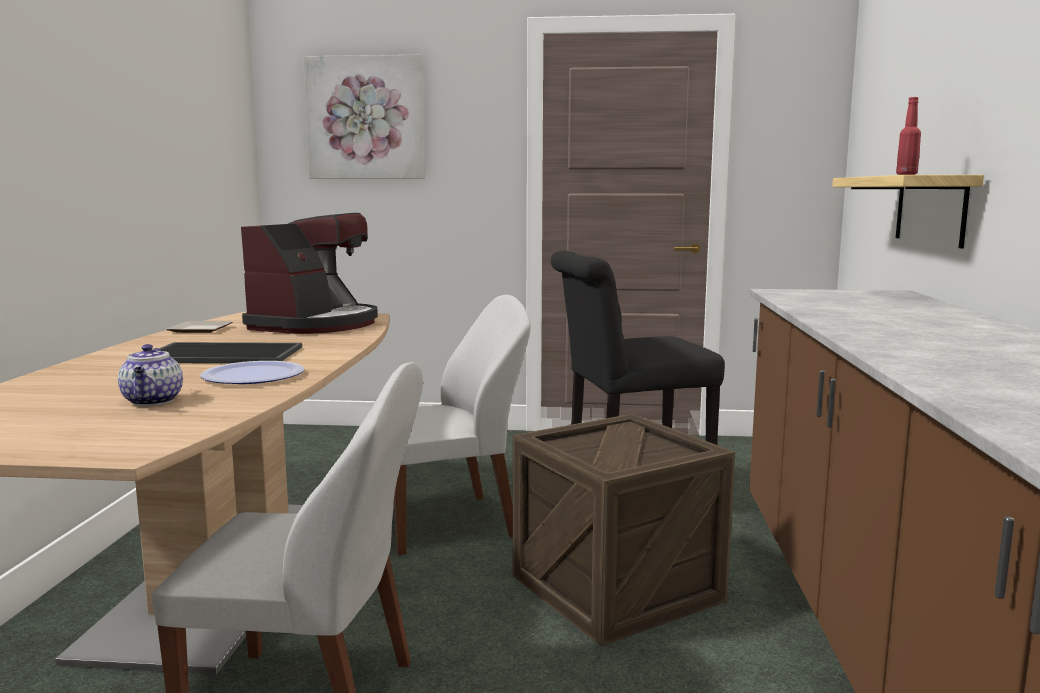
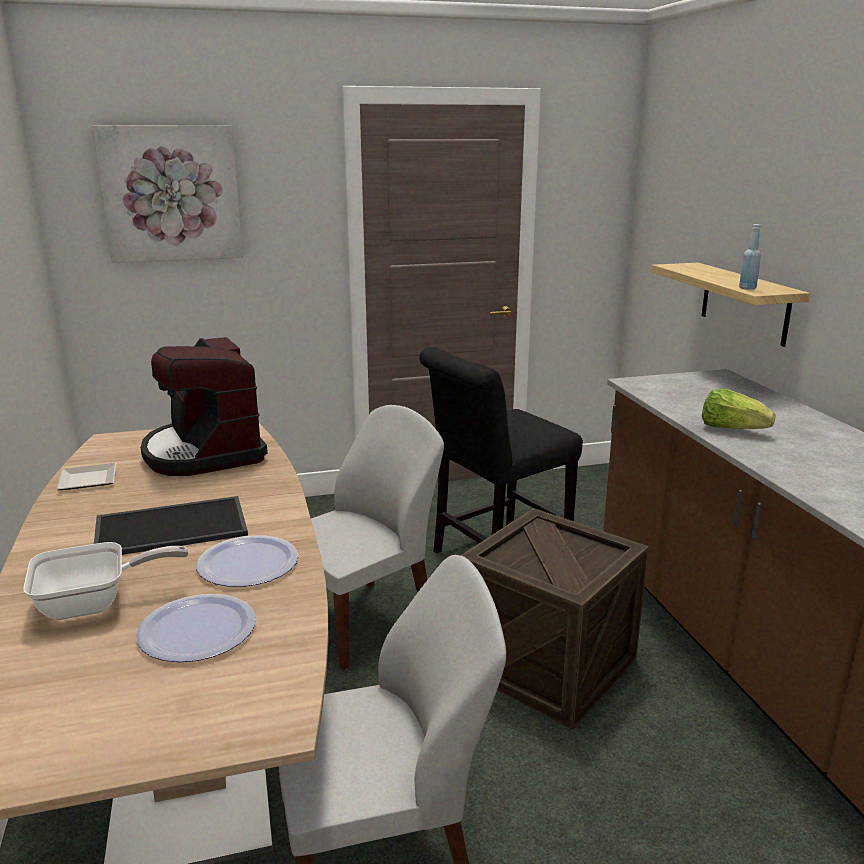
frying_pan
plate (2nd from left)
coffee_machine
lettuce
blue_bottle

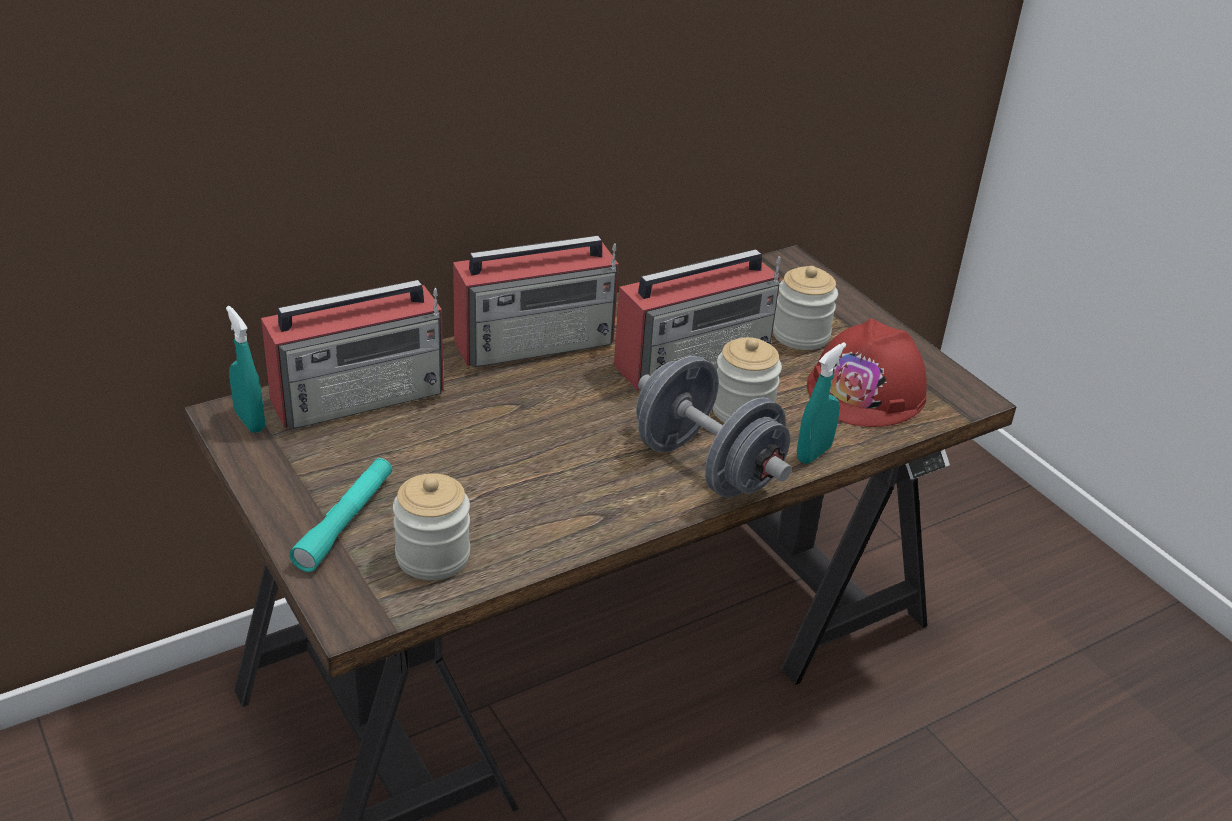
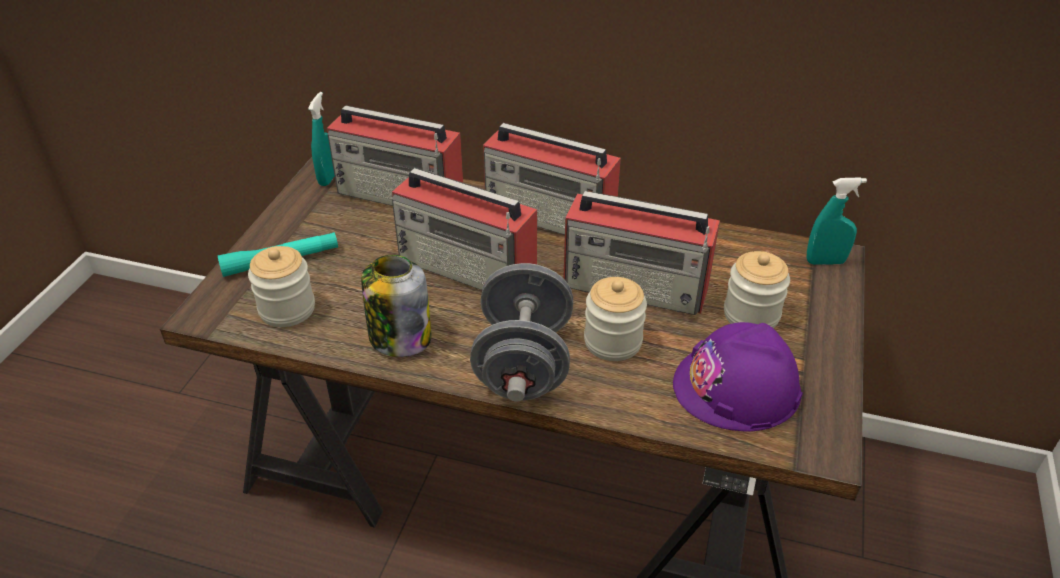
jar (2nd from left)
radio (2nd from left)
purple_hard_hat
turquoise_spray_bottle (2nd from left)

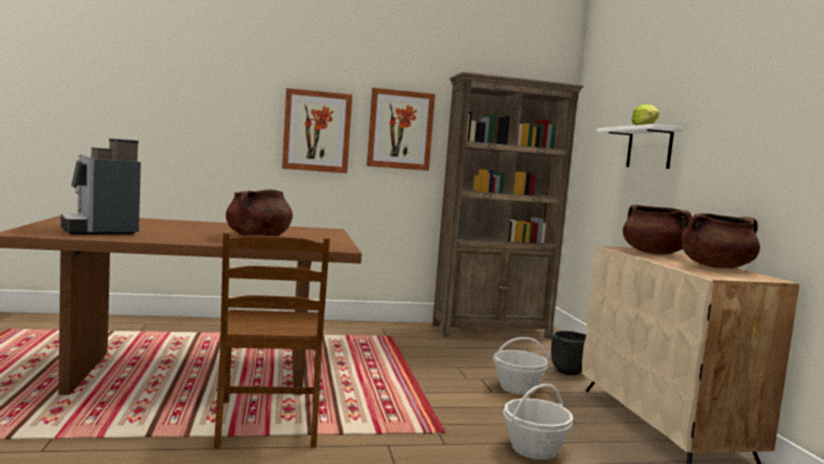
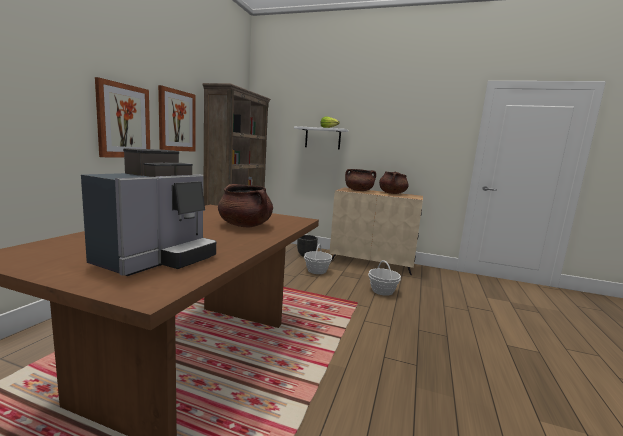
coffee_machine
brown_chair

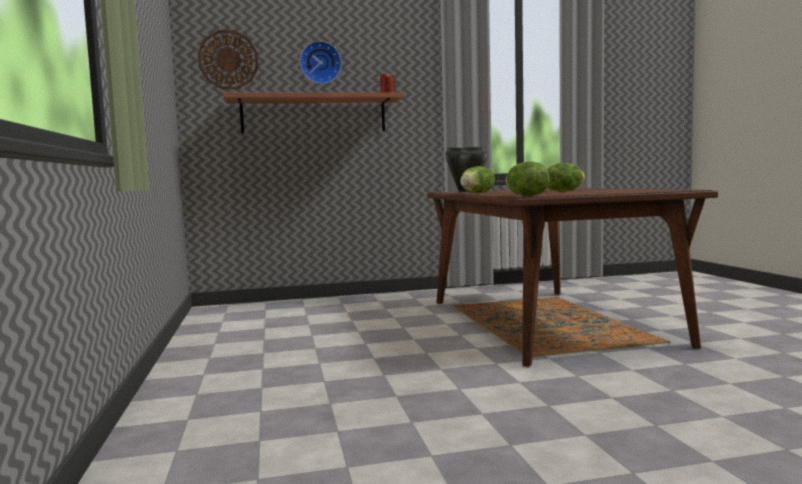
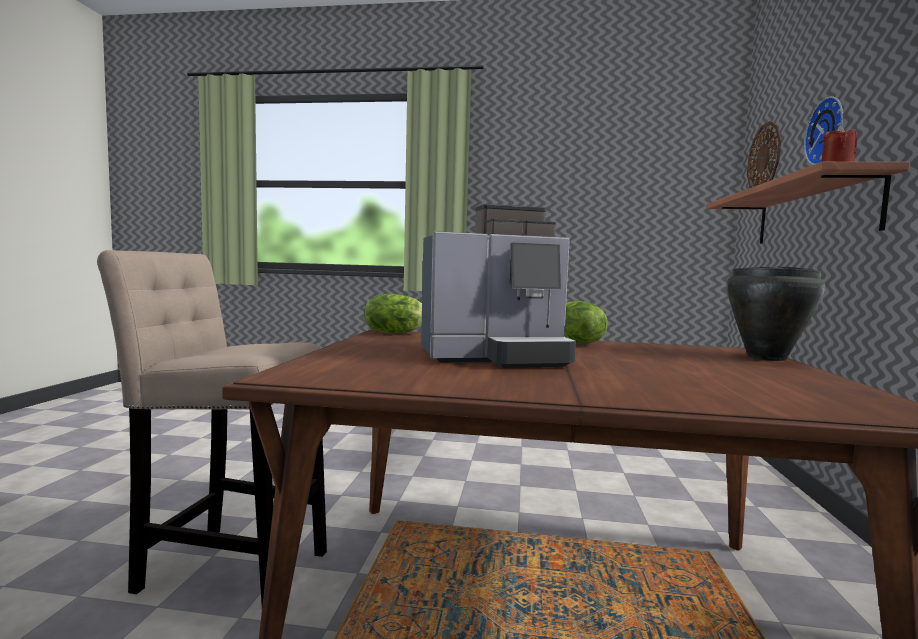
beige_stool
coffee_machine

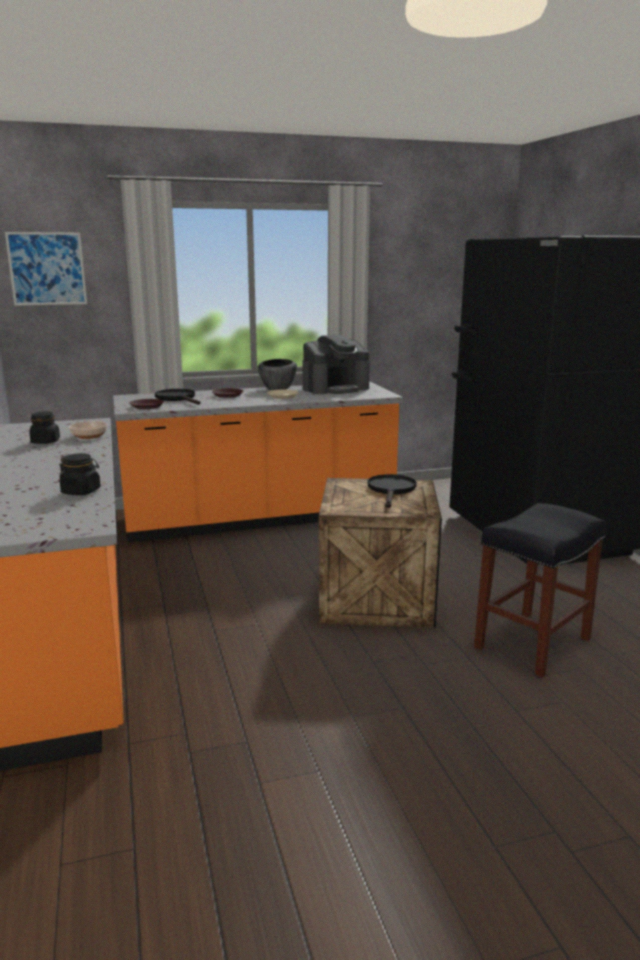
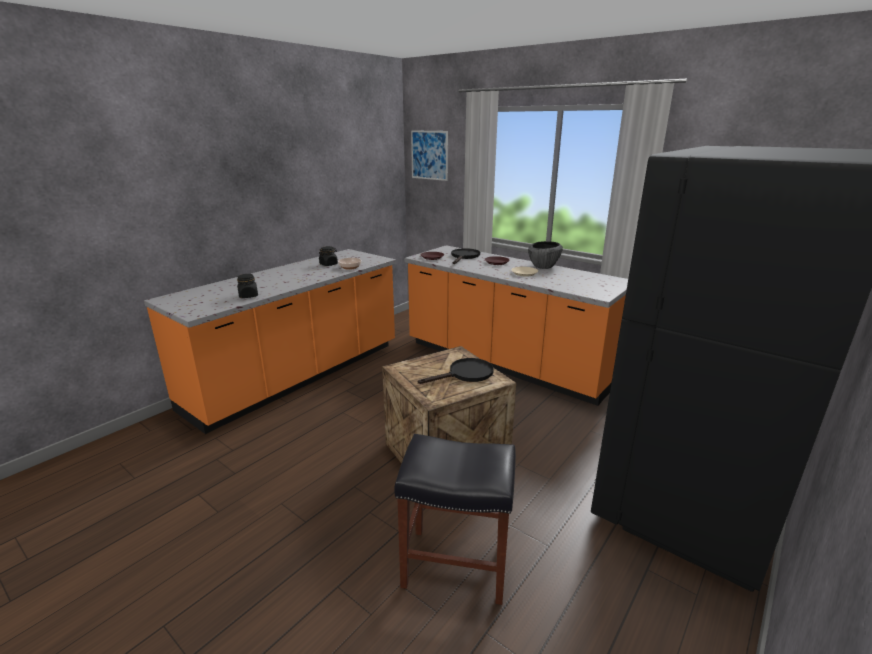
coffee_machine

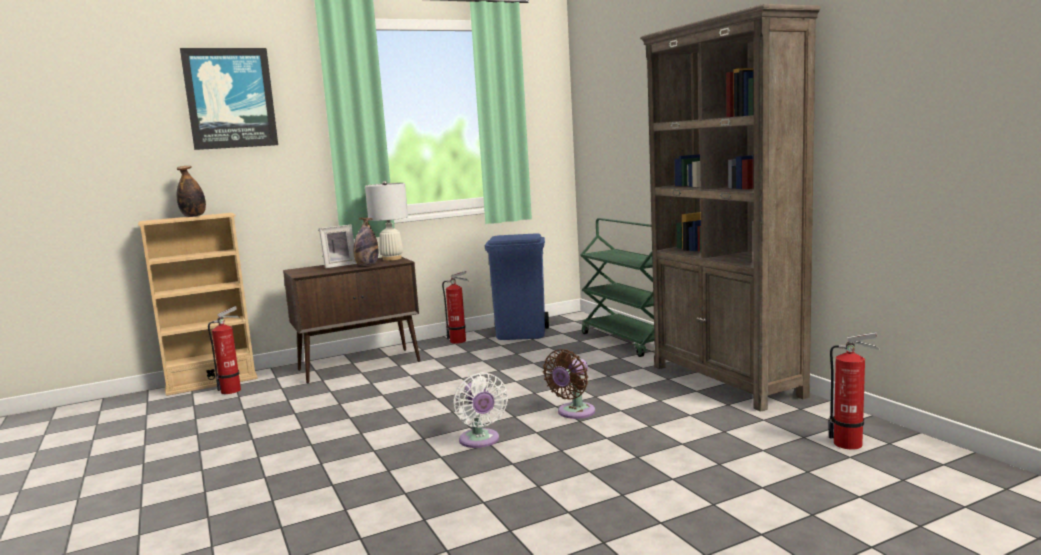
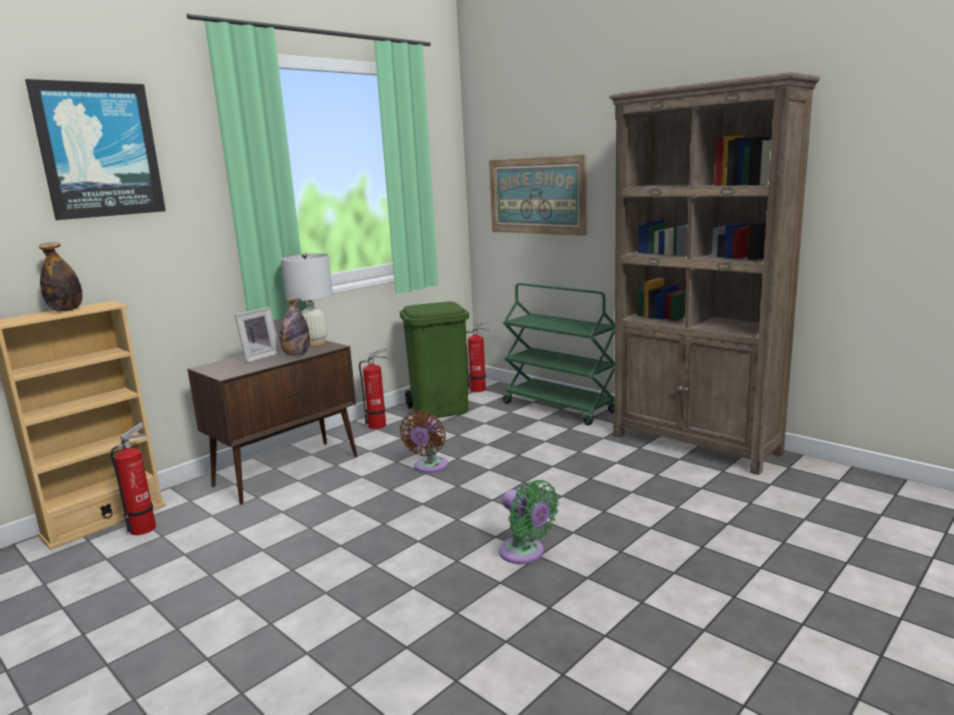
green_trash_can
brown_fan
fire_extinguisher (3rd from left)
picture (2nd from left)
green_fan

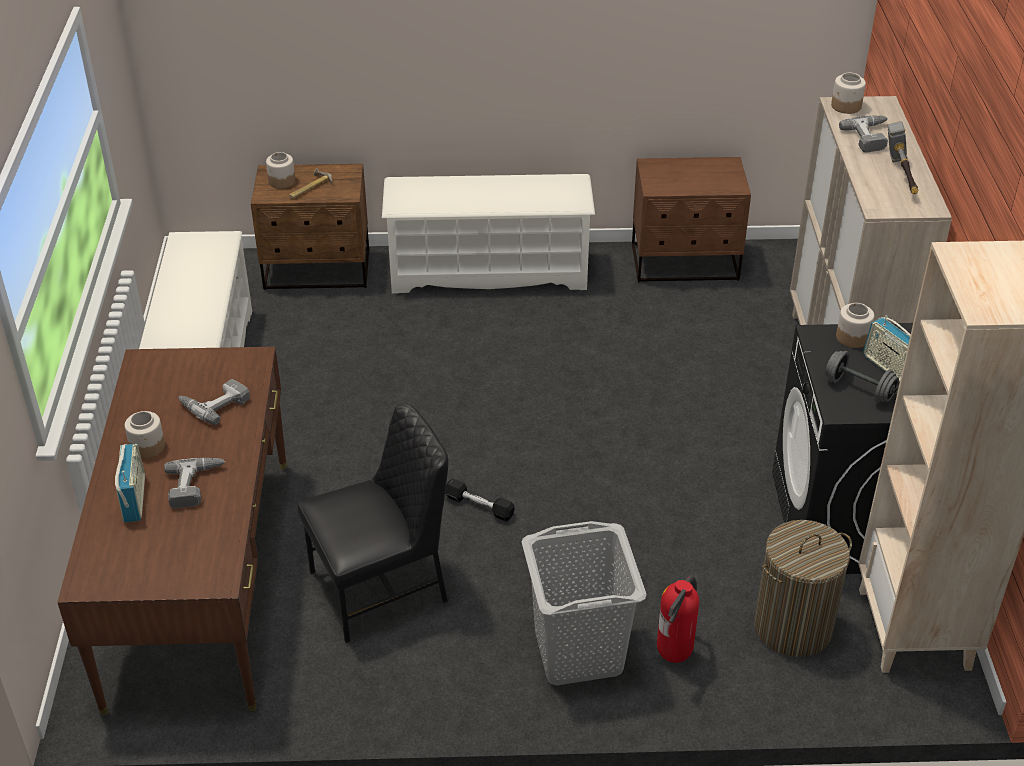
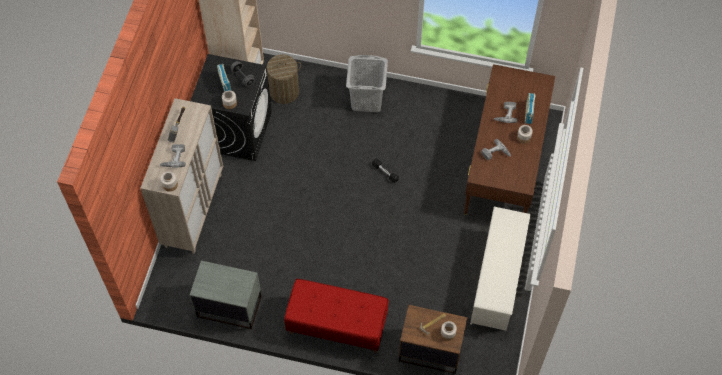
grey_nightstand
red_bench
black_chair
fire_extinguisher

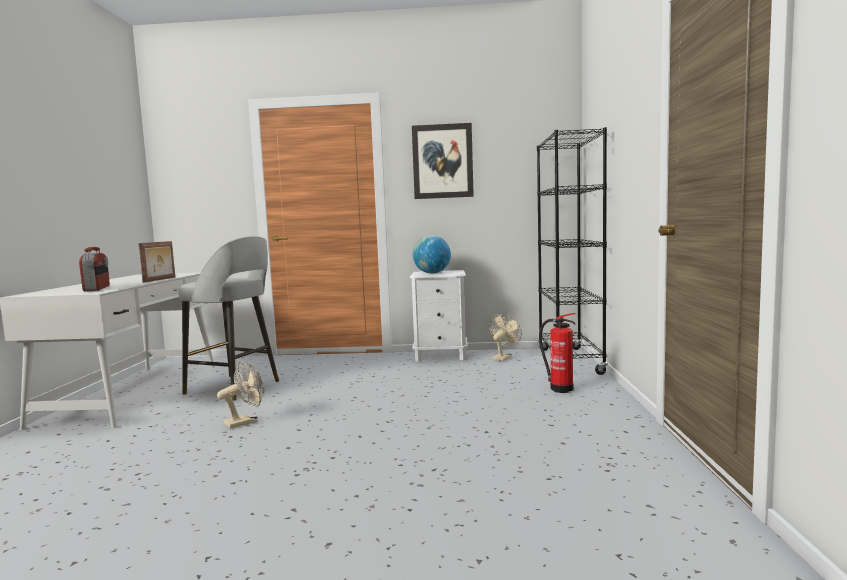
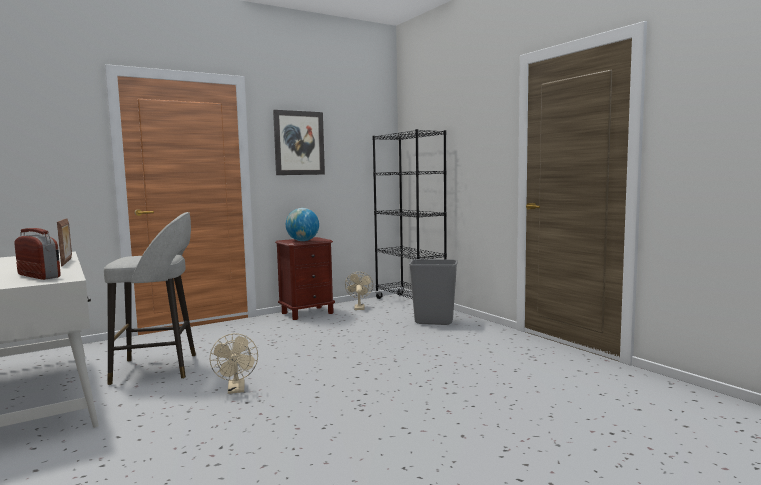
beige_fan (1st from left)
brown_nightstand
grey_trash_can

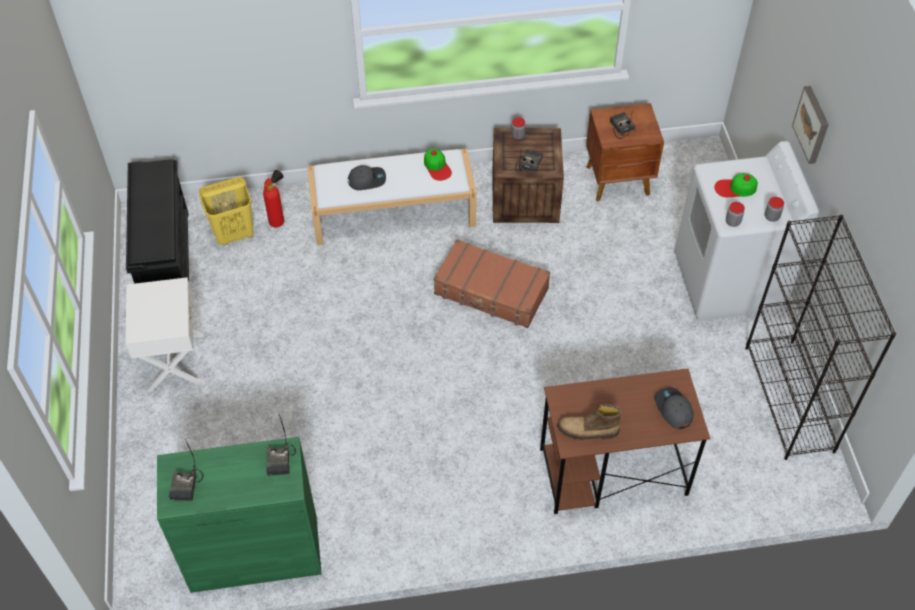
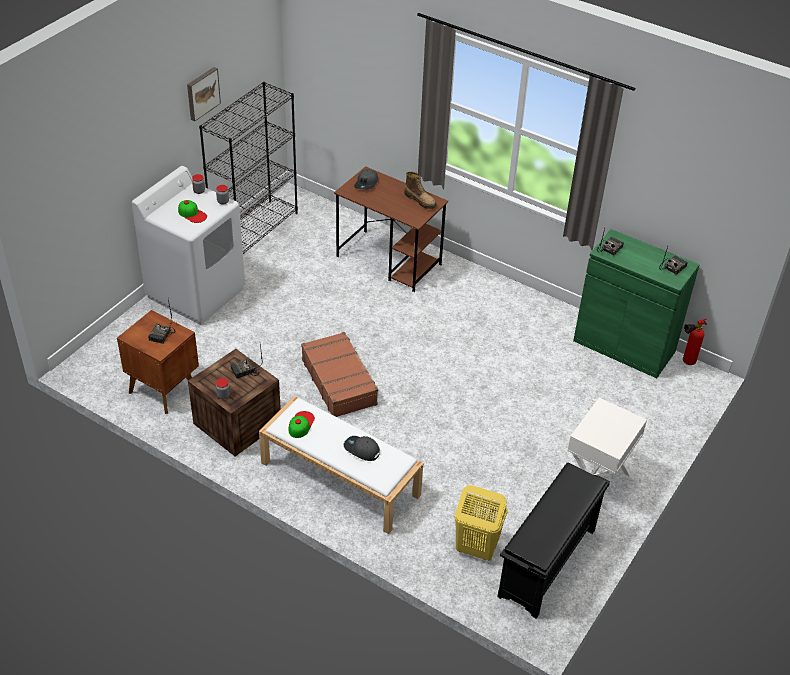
picture
fire_extinguisher

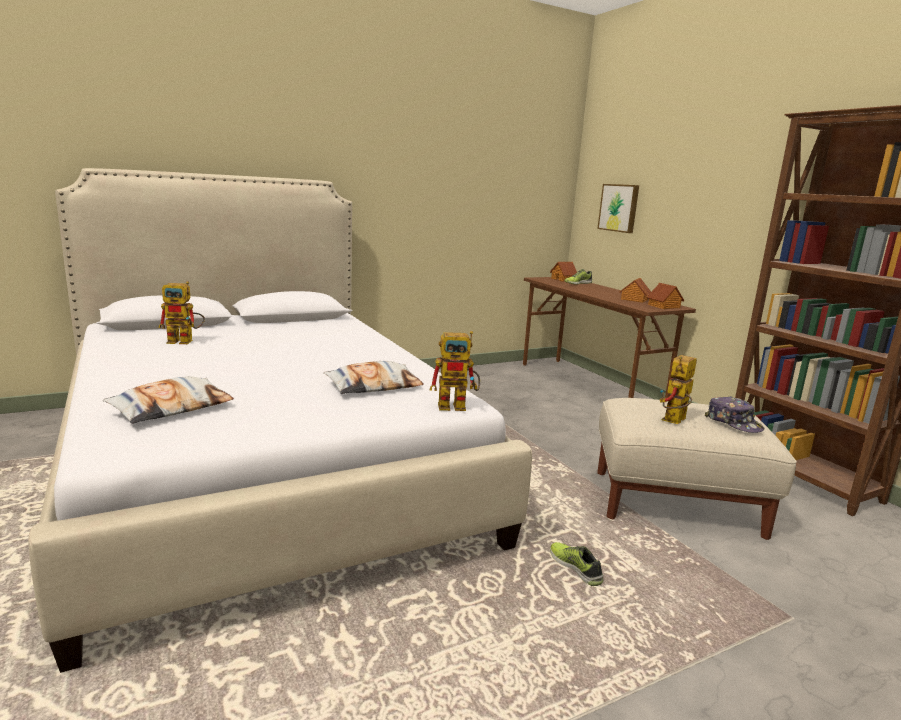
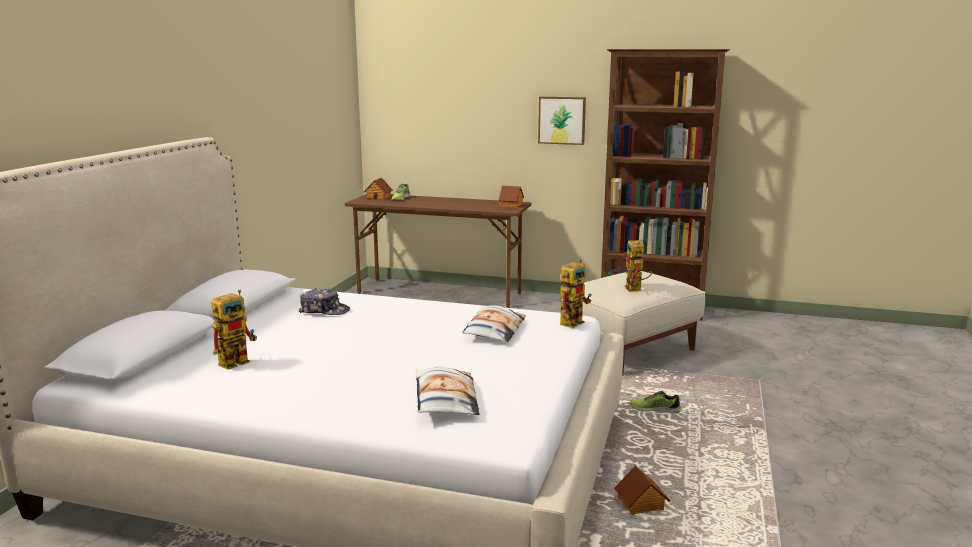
cap
picture
toy_house (3rd from left)

